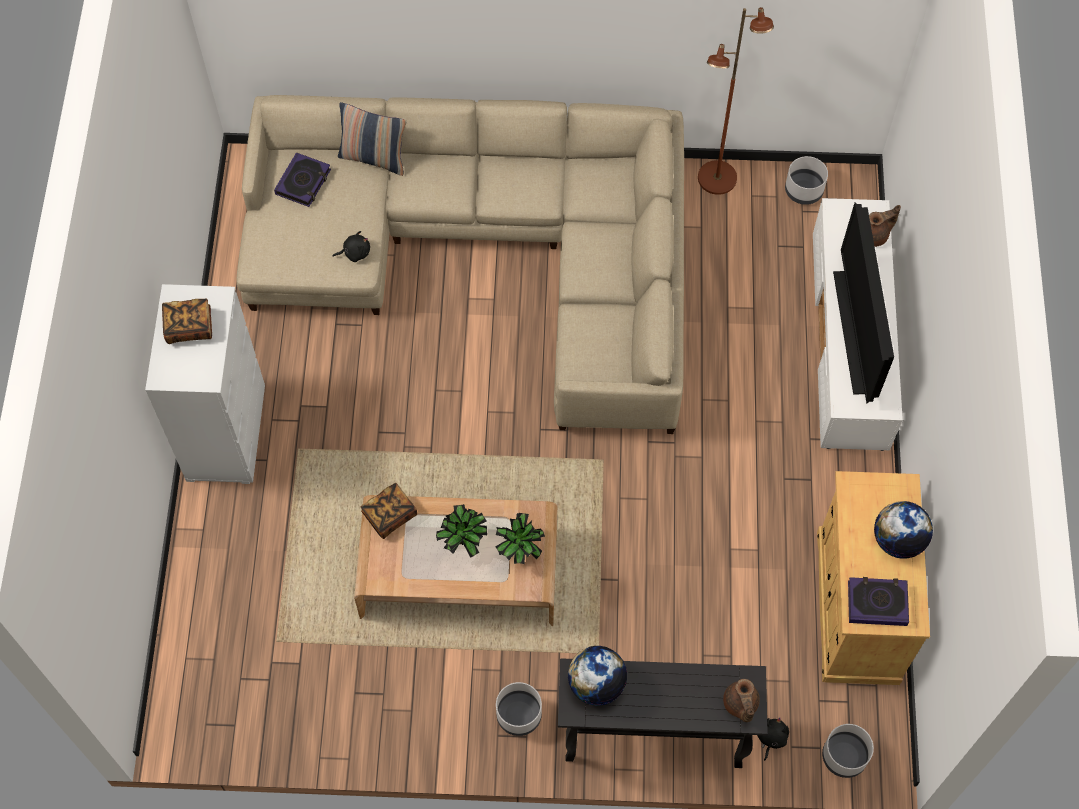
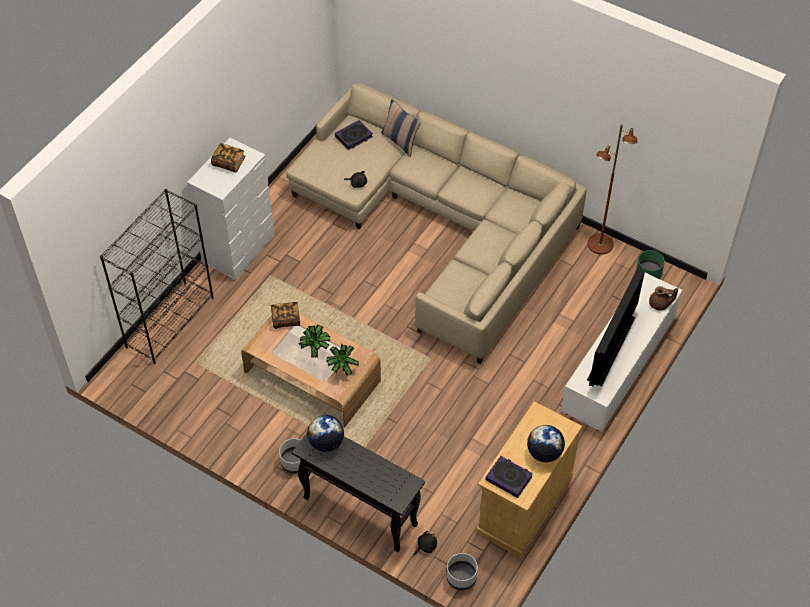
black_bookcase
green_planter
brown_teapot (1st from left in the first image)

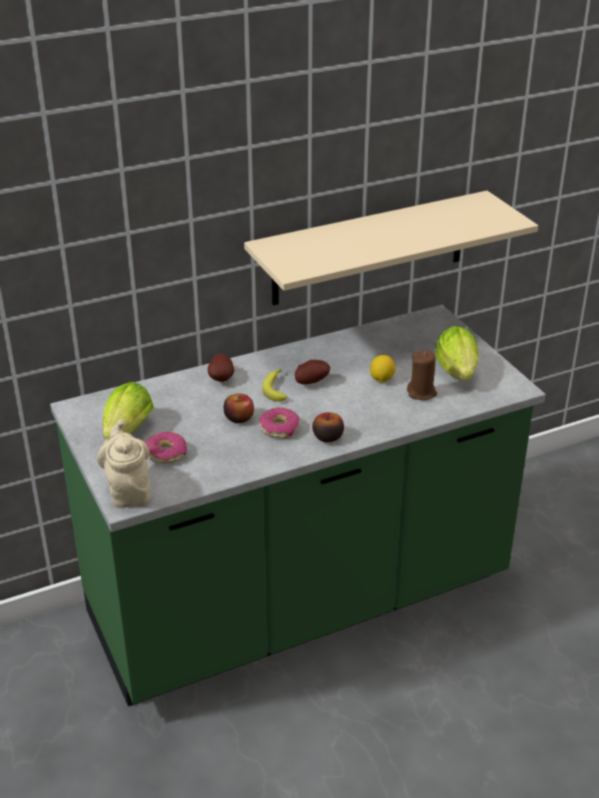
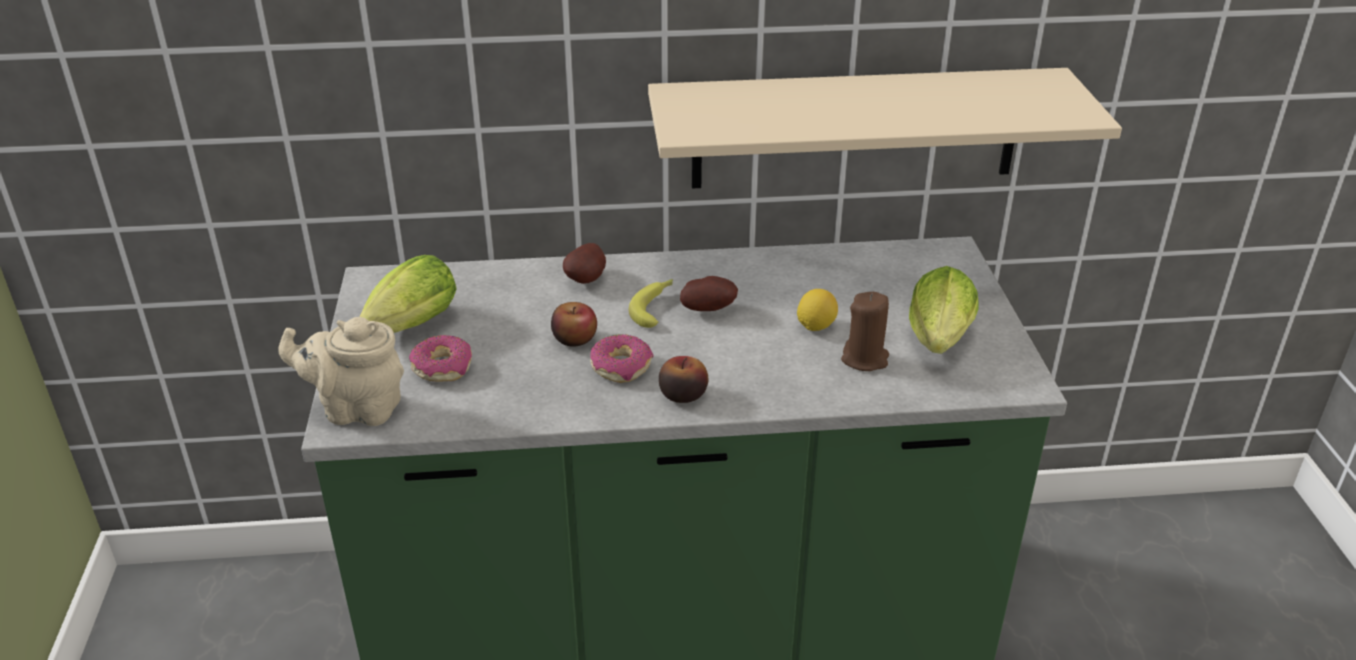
beige_teapot

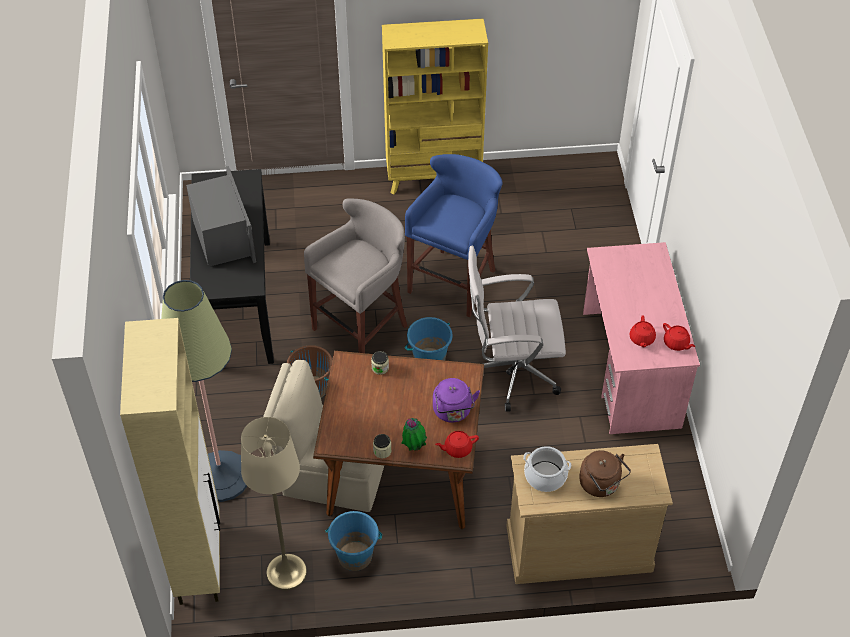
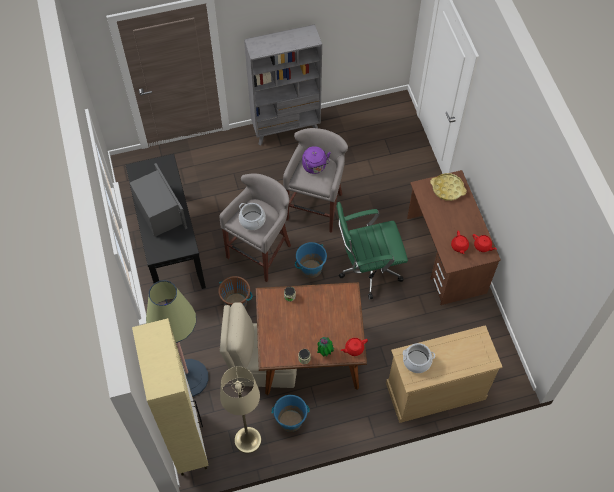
cooking_pot (1st from left)
grey_bookcase
grey_stool (2nd from left)
purple_kettle
green_office_chair
brown_desk
yellow_tray
brown_kettle

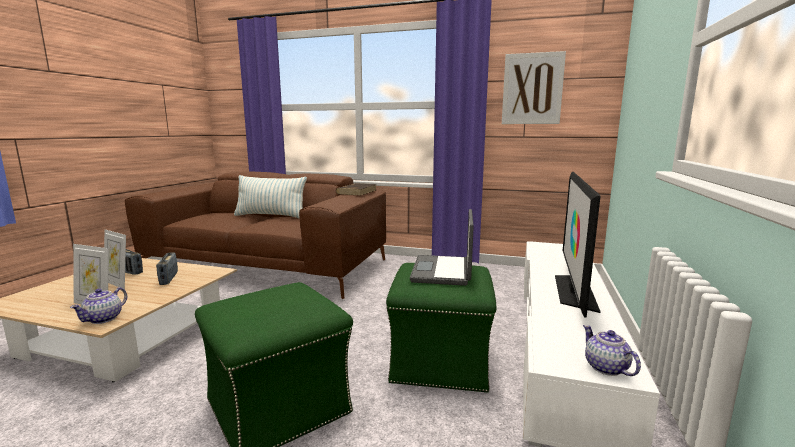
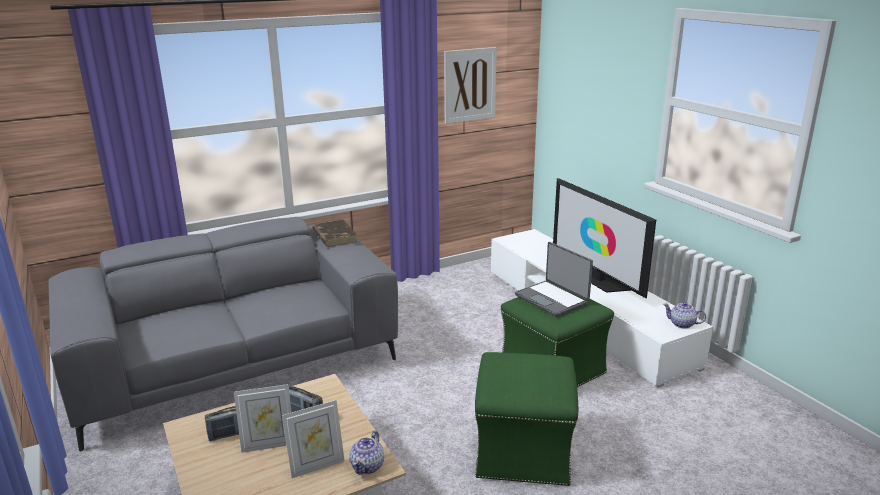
grey_sofa
teapot (1st from left)
pillow

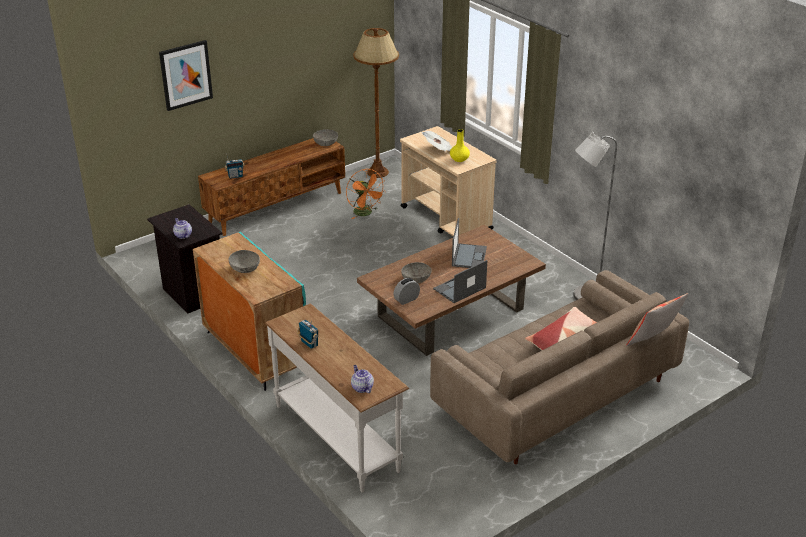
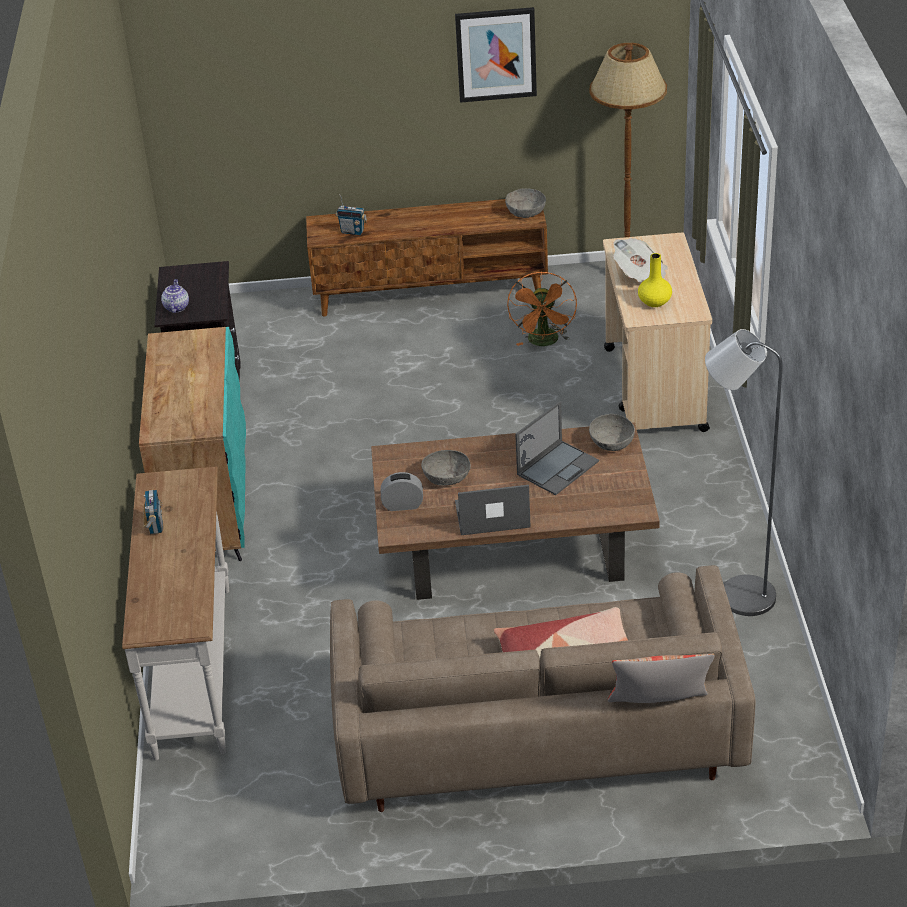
picture
grey_bowl (3rd from left)
teapot (2nd from left in the first image)

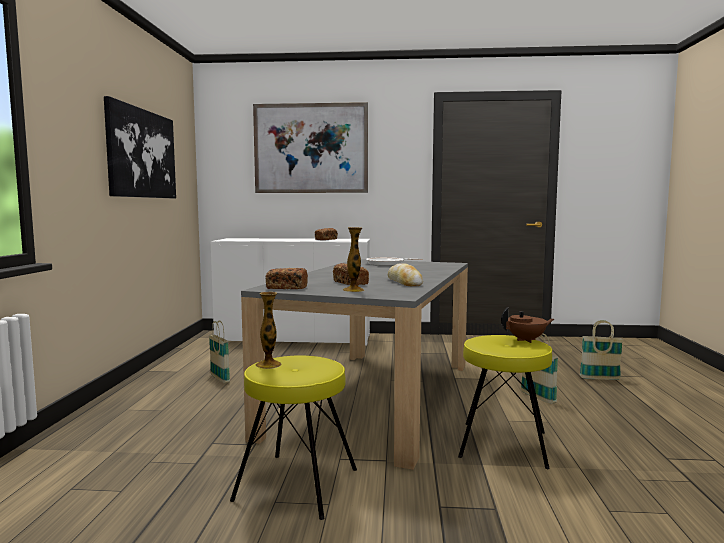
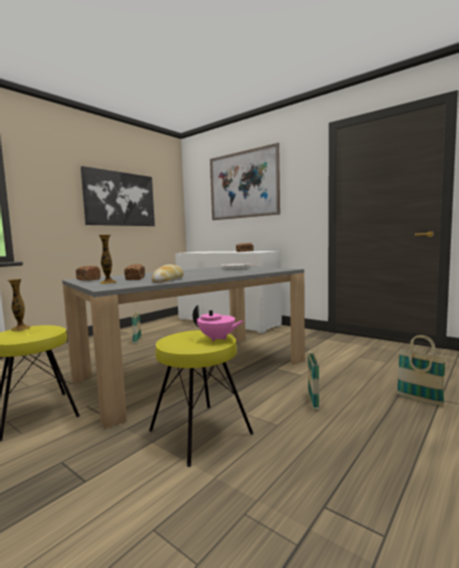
pink_teapot

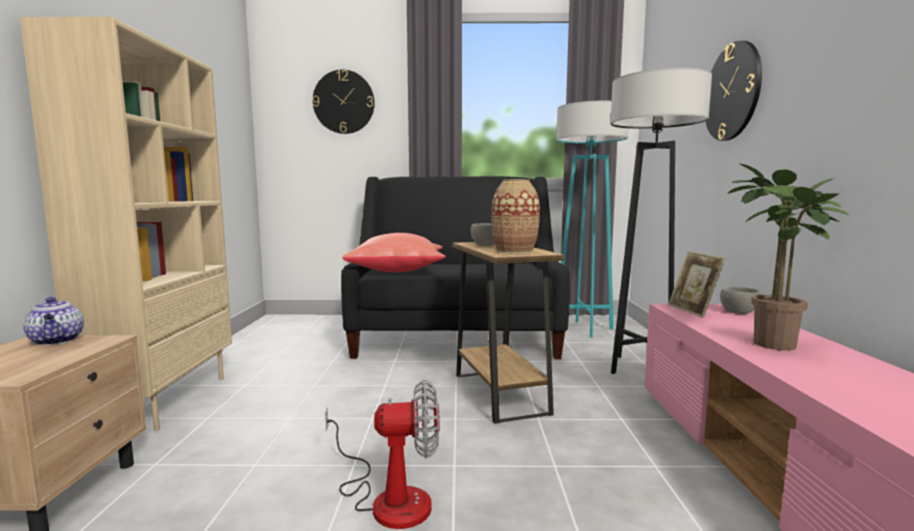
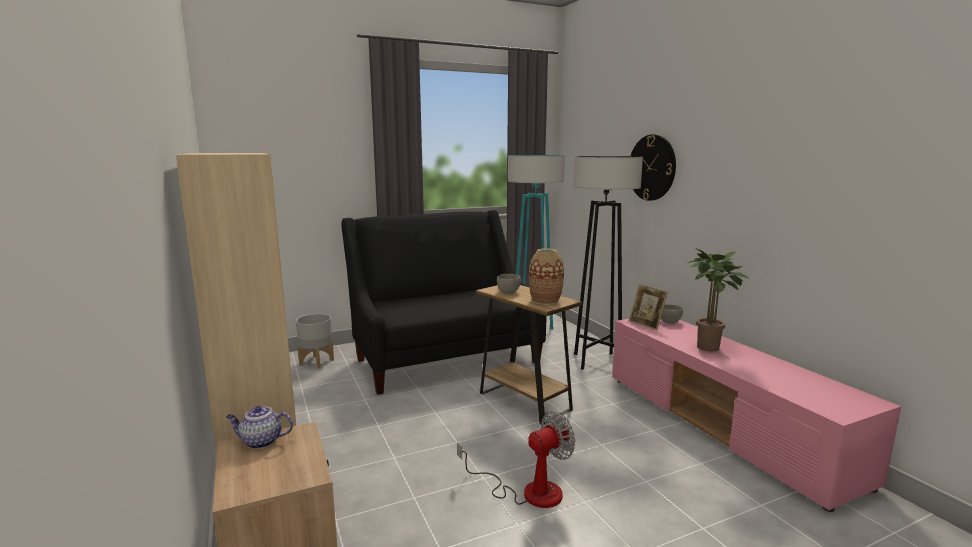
teapot
grey_planter
wall_clock (1st from left in the first image)
red_pillow

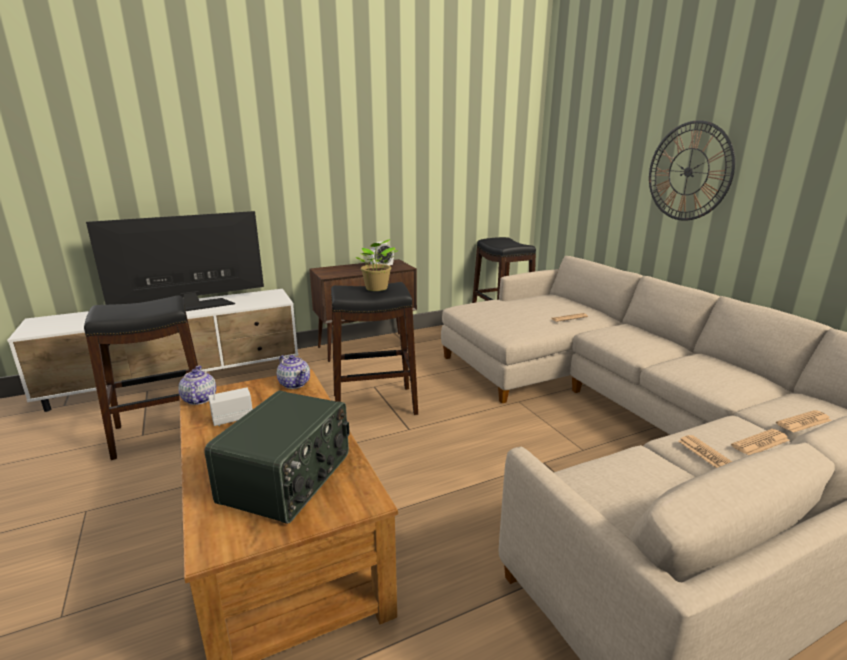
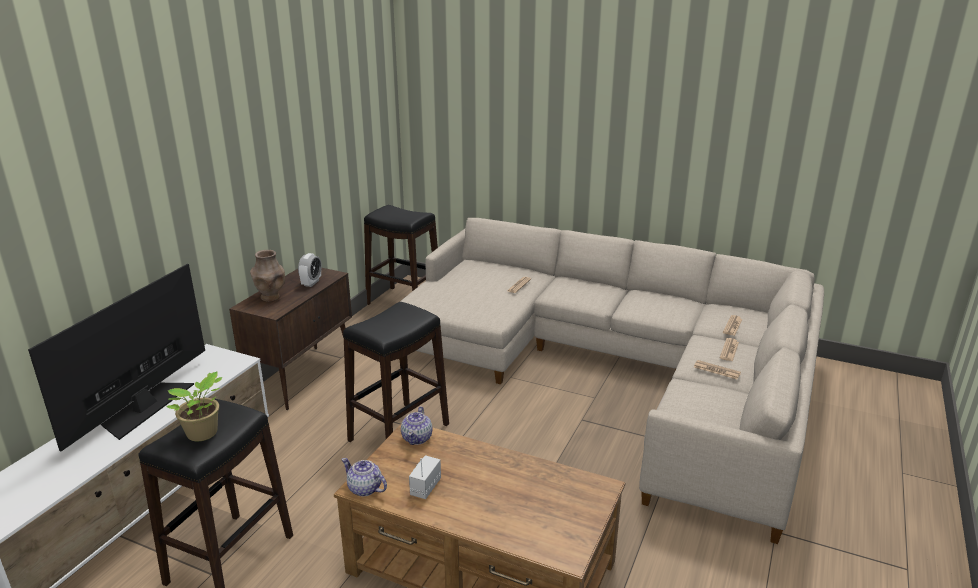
potted_plant
brown_vase
teapot (2nd from left)
radio (2nd from left in the first image)
wall_clock

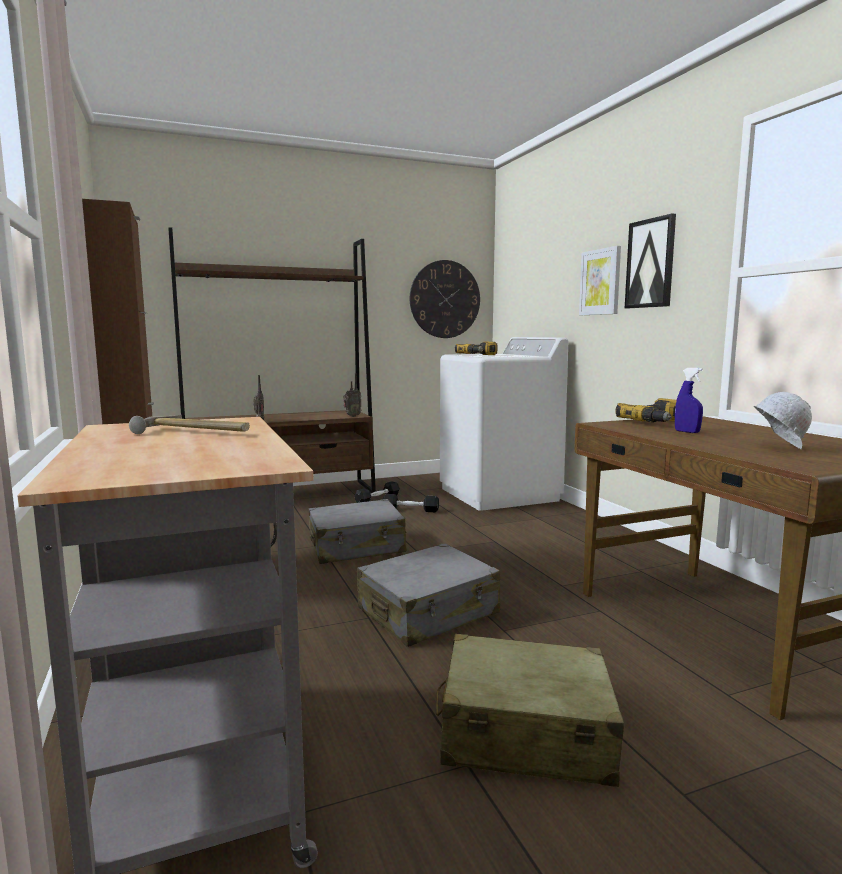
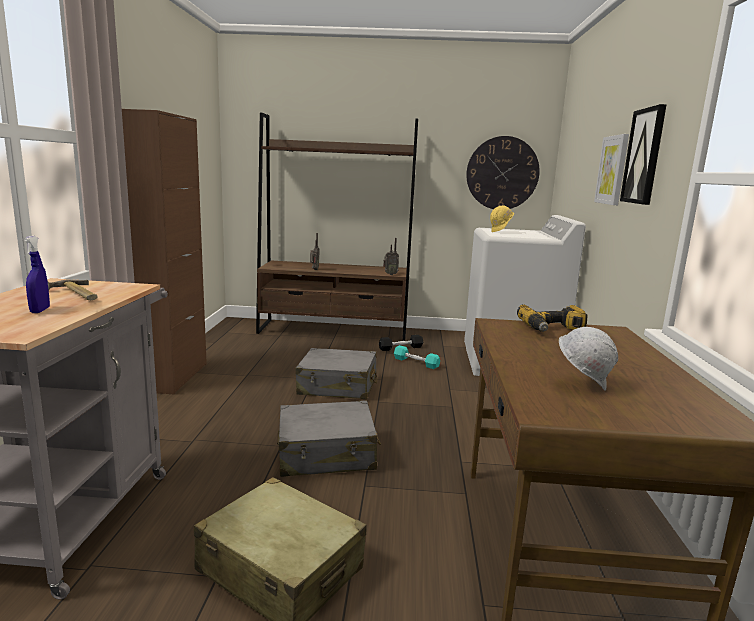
blue_spray_bottle
turquoise_dumbbell
yellow_hard_hat

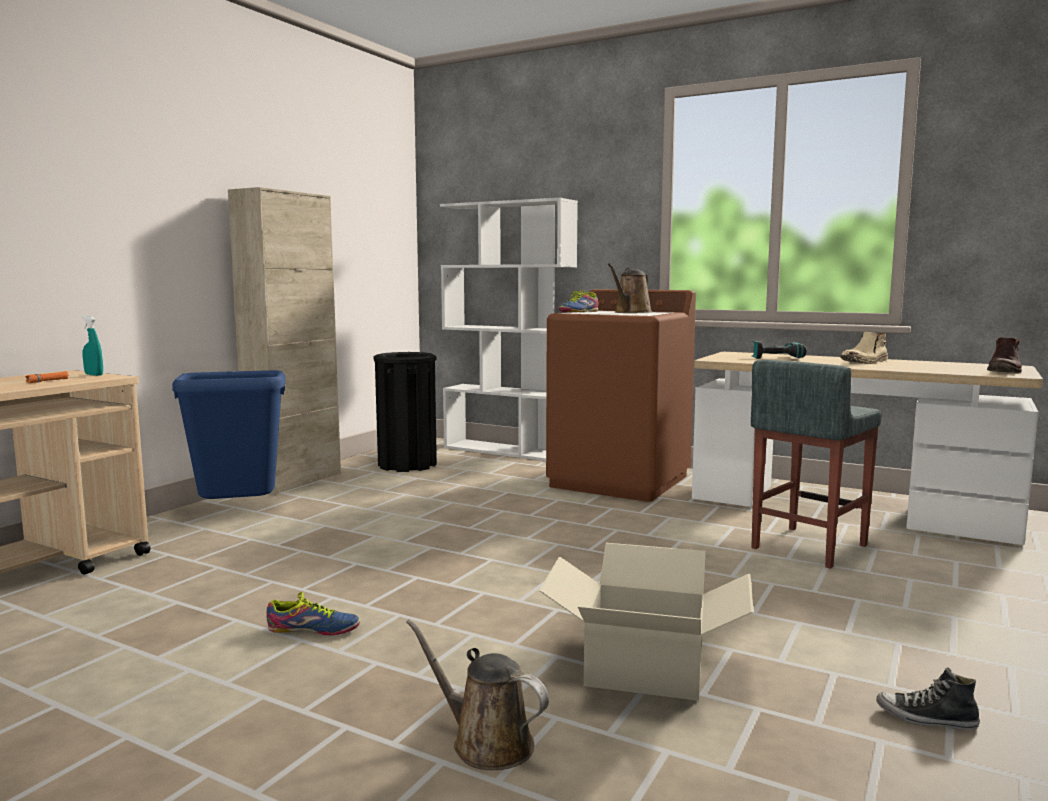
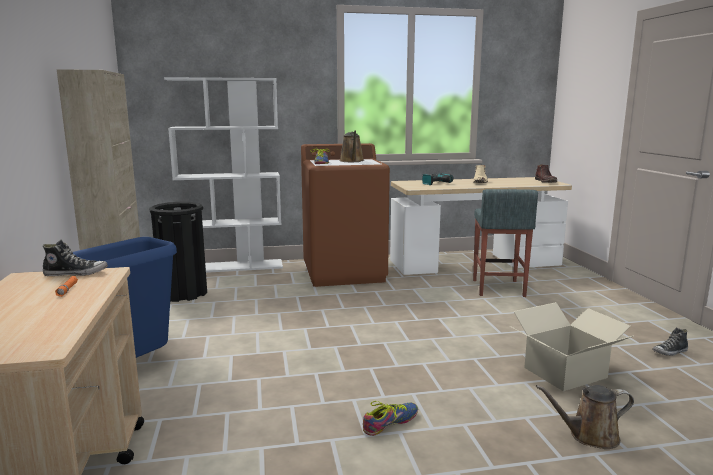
shoe (1st from left)

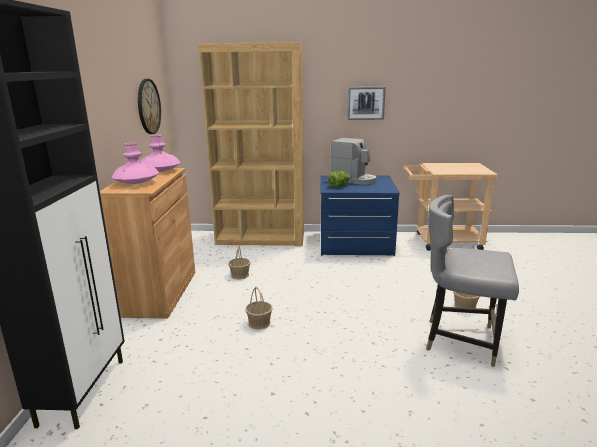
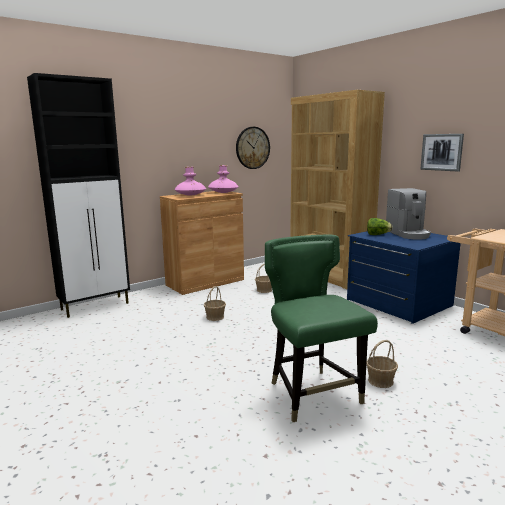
green_chair

